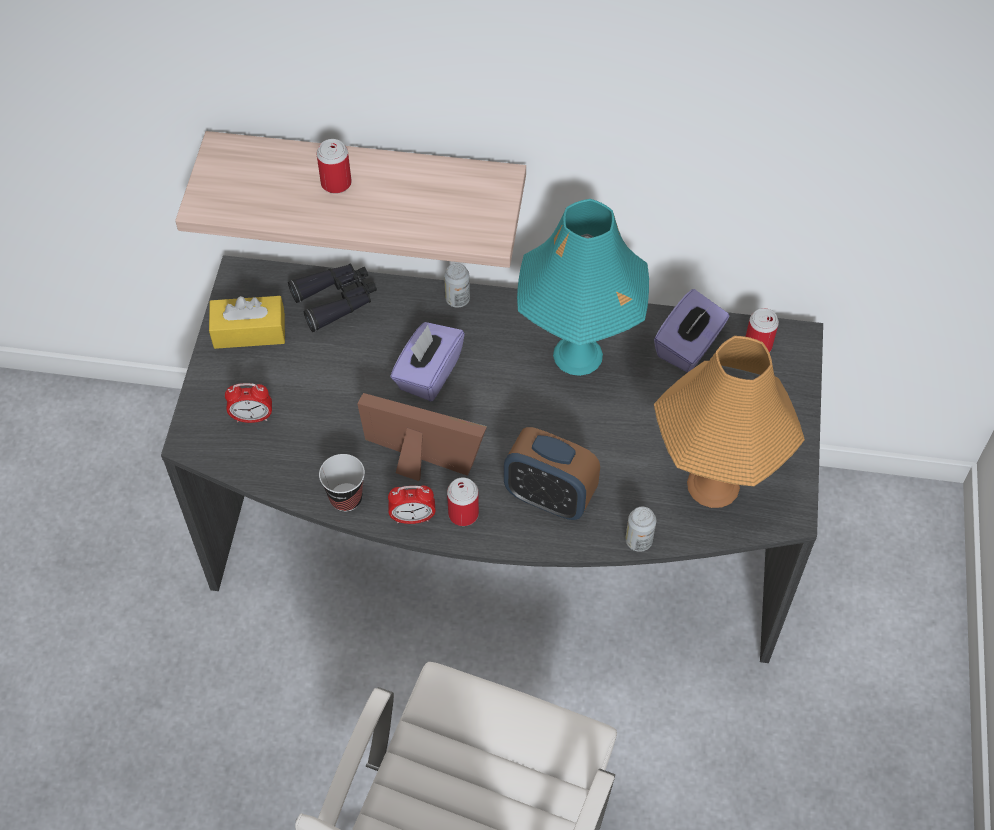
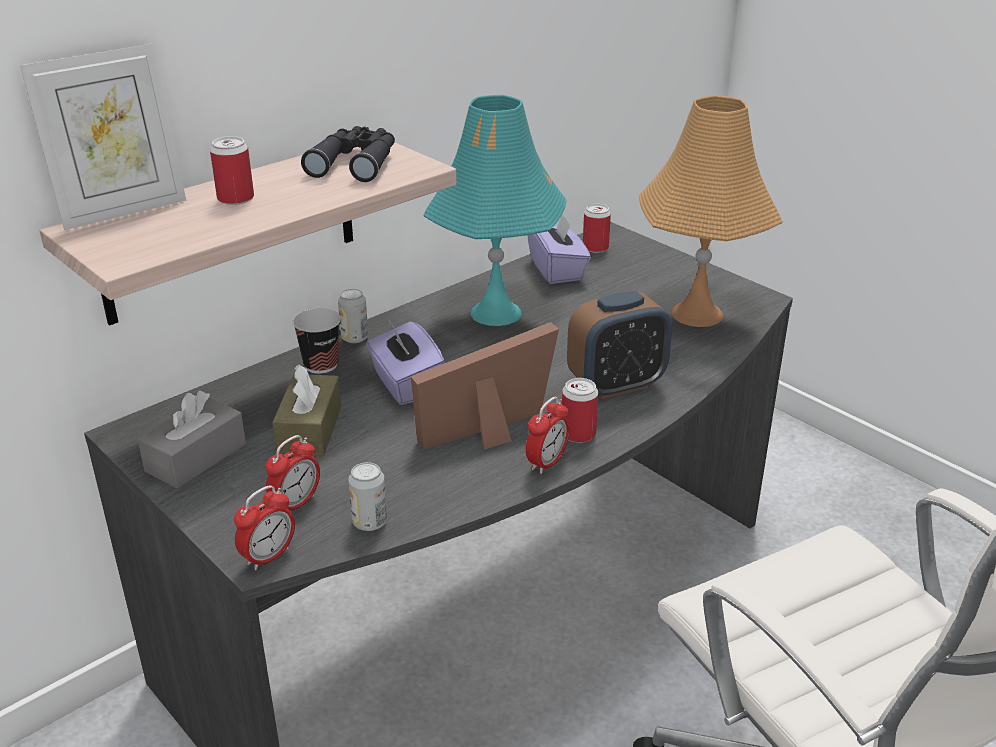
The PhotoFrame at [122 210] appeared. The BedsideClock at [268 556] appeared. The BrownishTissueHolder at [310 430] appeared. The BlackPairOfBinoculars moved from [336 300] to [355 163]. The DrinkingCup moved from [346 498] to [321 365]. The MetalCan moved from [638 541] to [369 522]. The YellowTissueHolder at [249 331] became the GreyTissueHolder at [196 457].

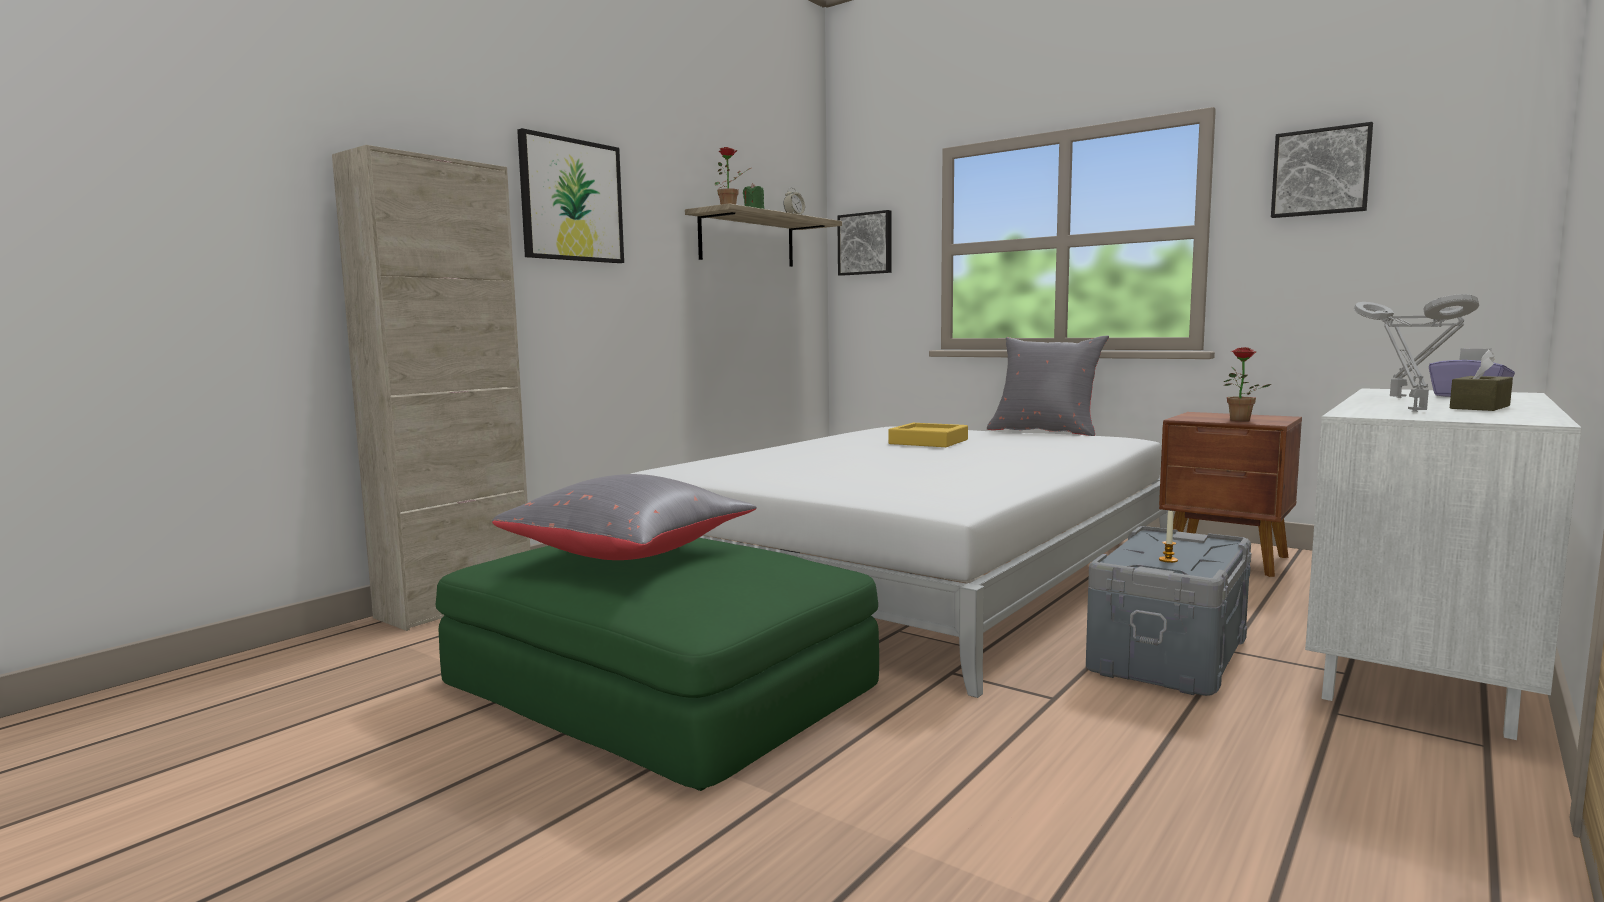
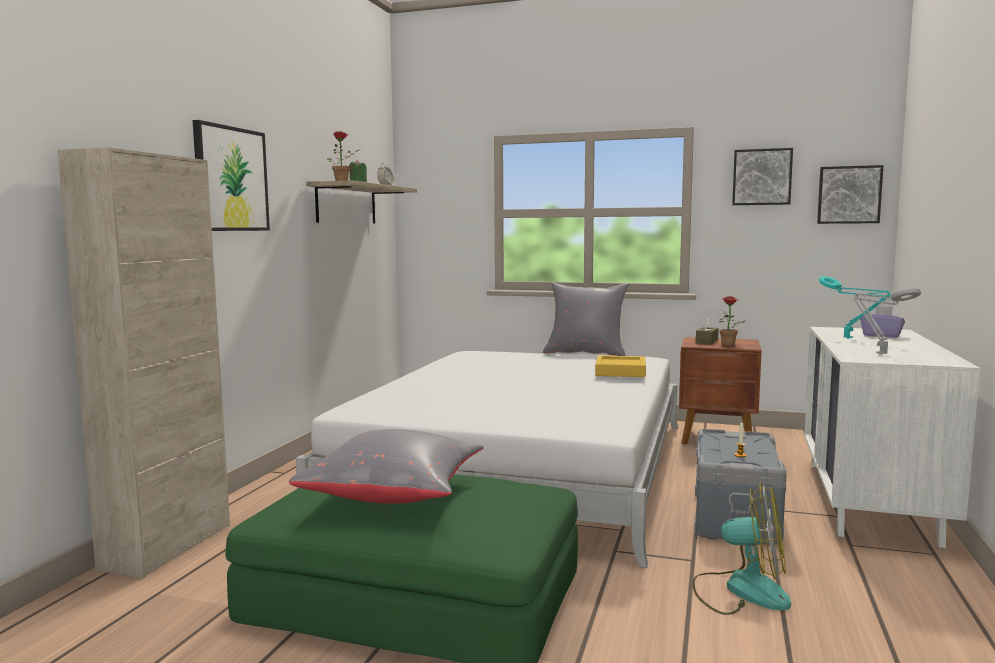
The ElectricFan at [741 590] appeared. The WallPicture moved from [866 243] to [849 195]. The YellowCarryingTray moved from [928 442] to [620 371]. The BrownishTissueHolder moved from [1480 407] to [707 341]. The GreyLampForATable at [1401 398] became the TurquoiseLampForATable at [850 338].

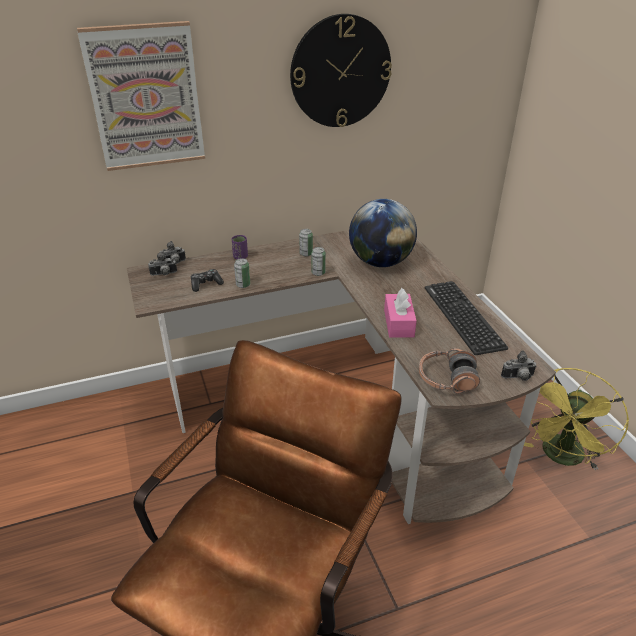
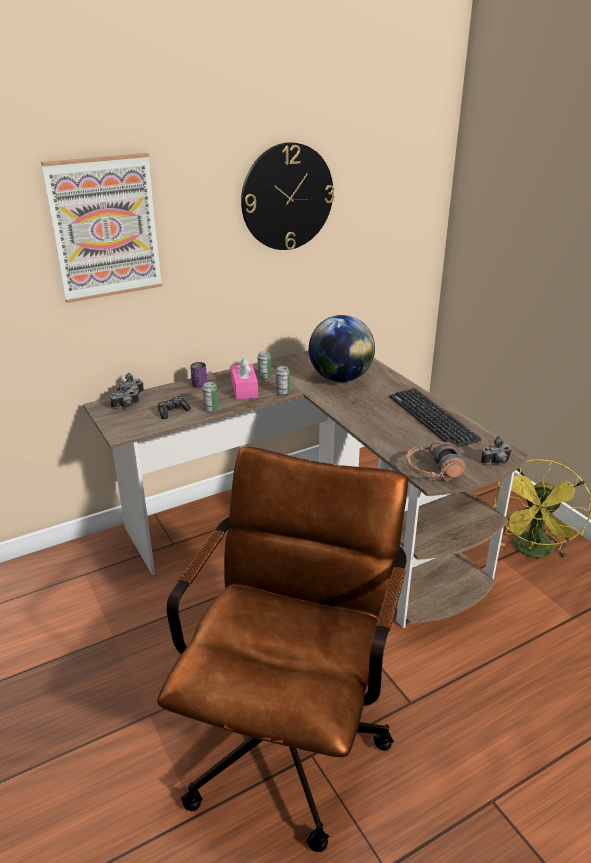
The PinkTissueHolder moved from [398 323] to [244 389].

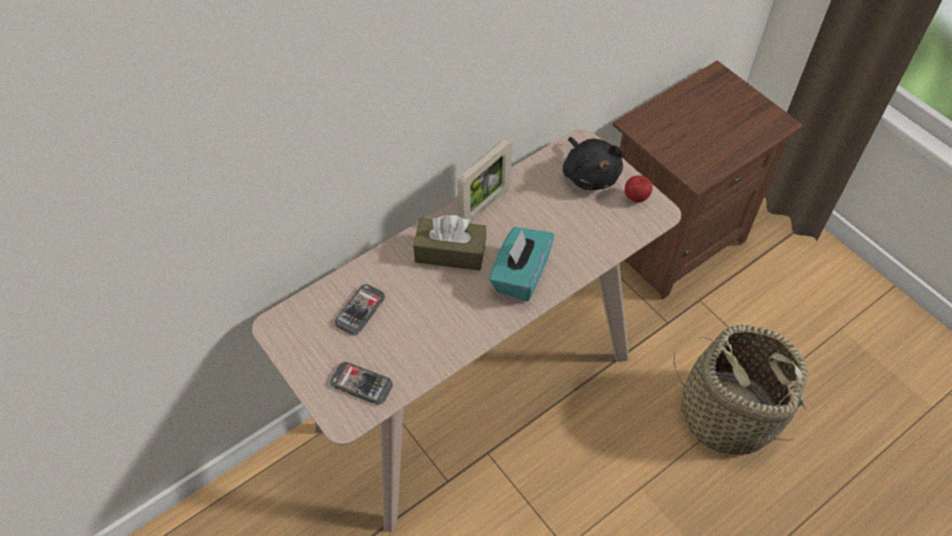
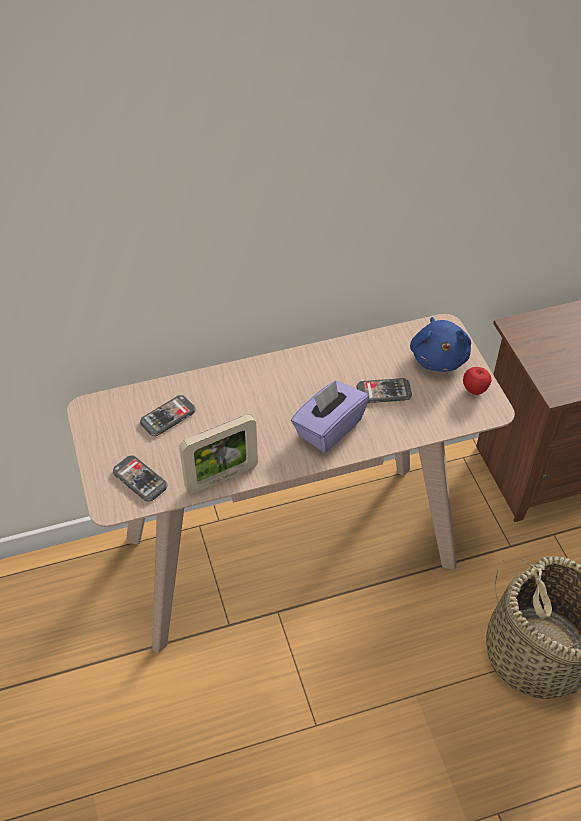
The BrownishTissueHolder at [450 252] disappeared. The Phone at [383 392] appeared. The PhotoFrame moved from [484 205] to [222 478]. The TurquoiseTissueHolder at [520 275] became the PurpleColouredTissueHolder at [328 428]. The BlackPlushToy at [590 174] became the BluePlushToy at [439 357].

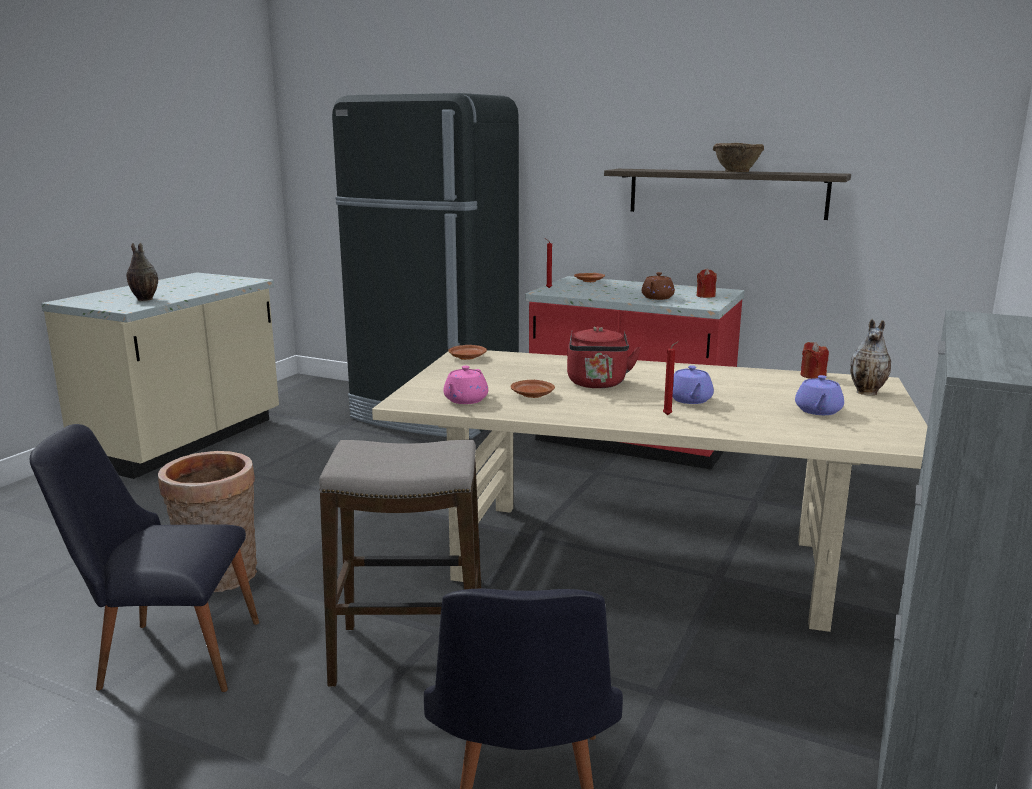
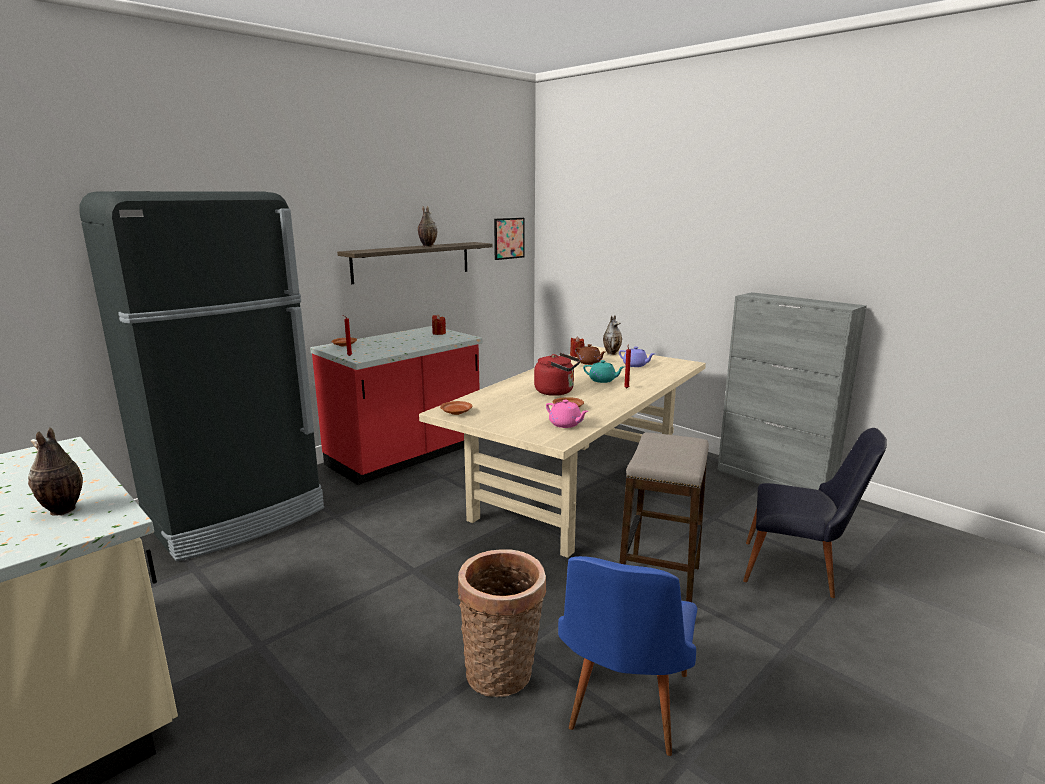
The WallPicture at [509 238] appeared. The BrownishTeapot moved from [657 298] to [589 363]. The BrownishBowl at [736 171] was replaced by the Vase at [427 246]. The BlackChair at [165 653] became the BlueChair at [623 710]. The PurpleColouredTeapot at [690 400] became the TurquoiseTeapot at [603 380].

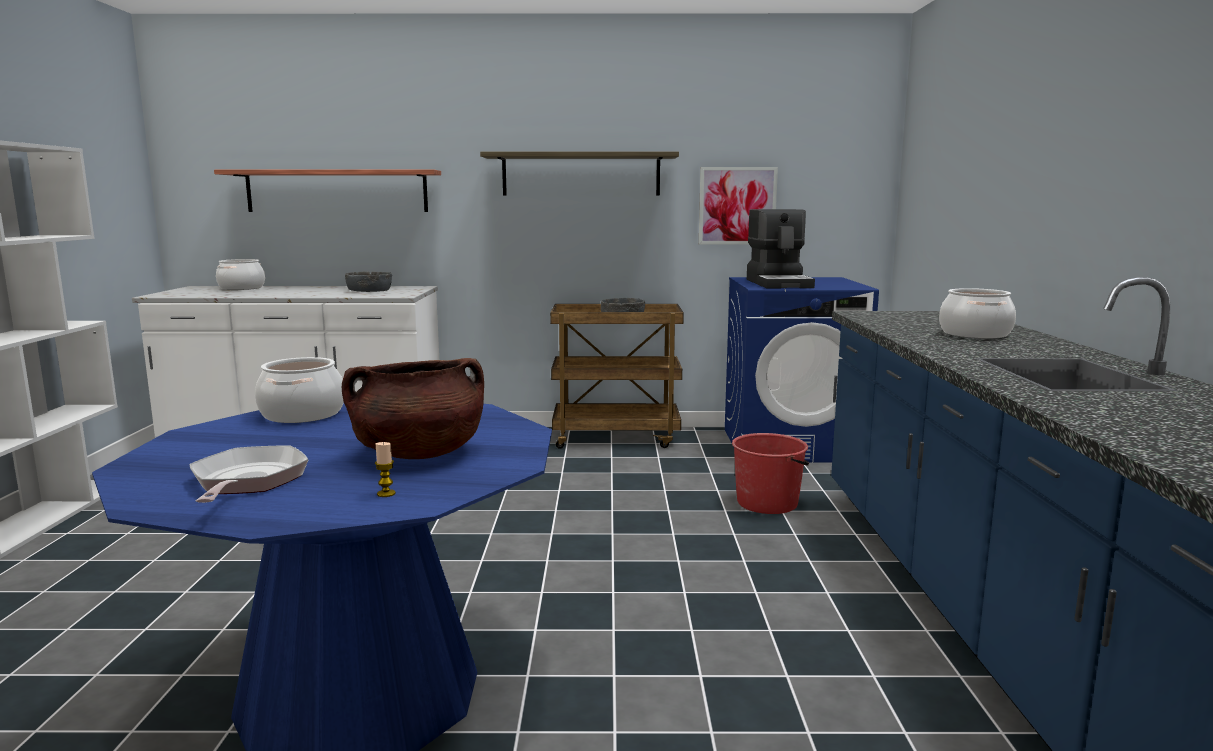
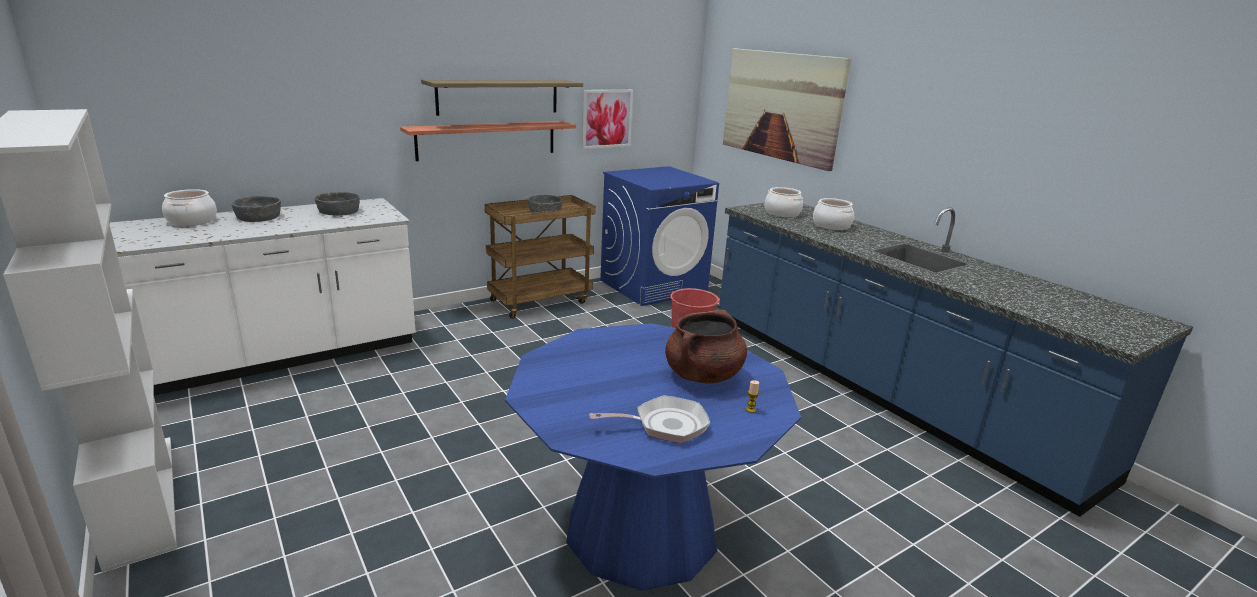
The CoffeeMachine at [779 283] disappeared. The GreyBowl at [258 216] appeared. The WallPicture at [781 106] appeared. The BracketShelf moved from [337 191] to [487 140]. The Saucepot moved from [302 414] to [782 213]. The Pan at [247 482] turned 120 degrees clockwise.

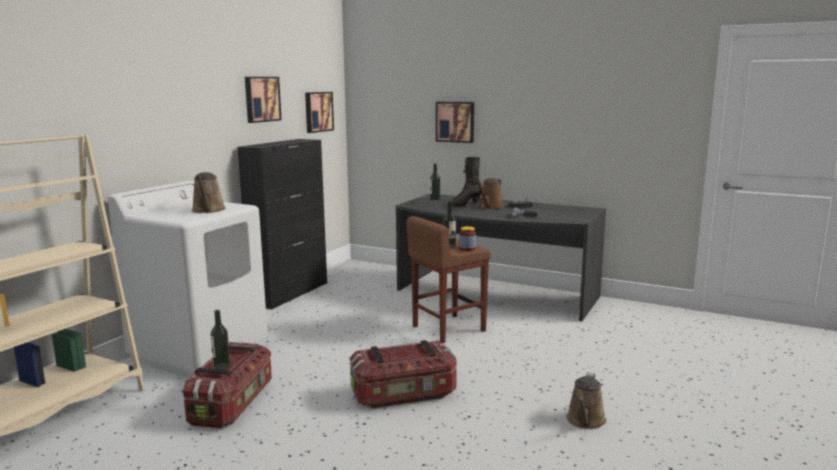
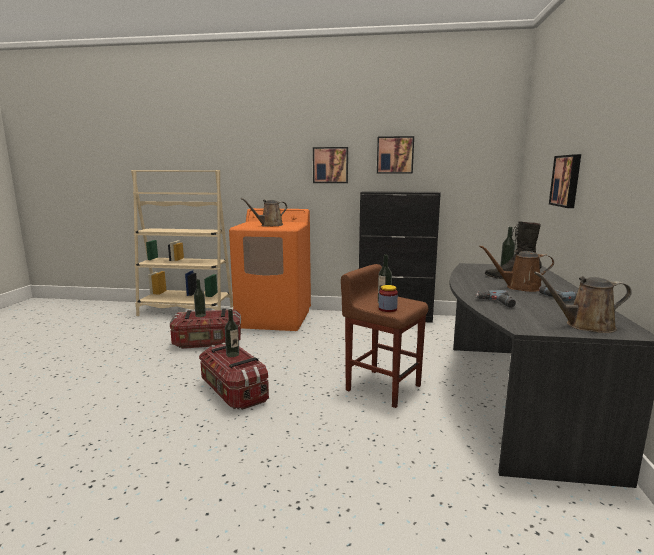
The DrinkBottle at [232 354] appeared. The WallPicture moved from [318 112] to [330 165]. The BrownishSprinklingCan moved from [585 421] to [585 326]. The WhiteWashingMachine at [200 351] became the OrangeyWashingMachine at [275 319].

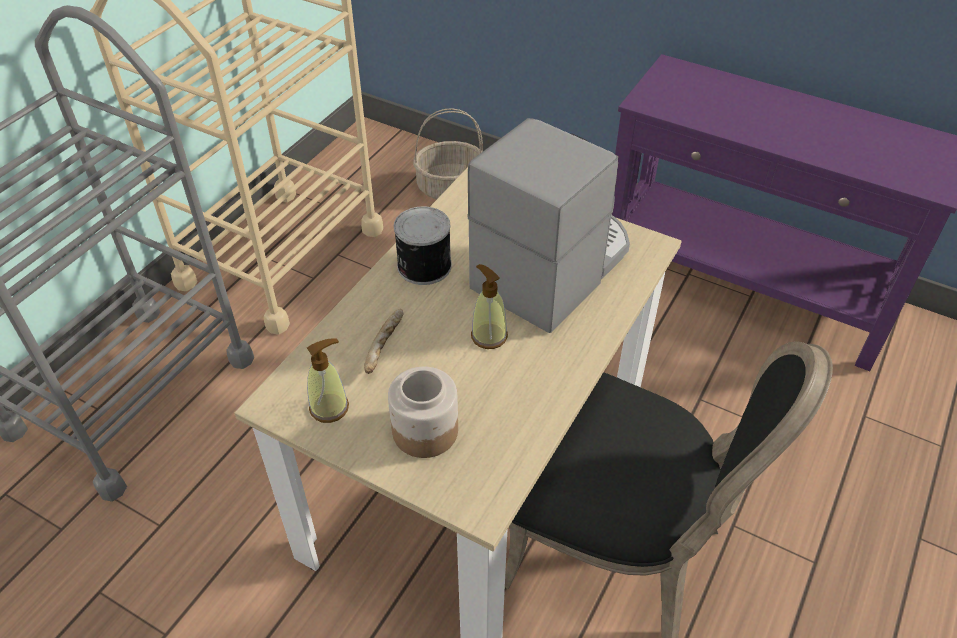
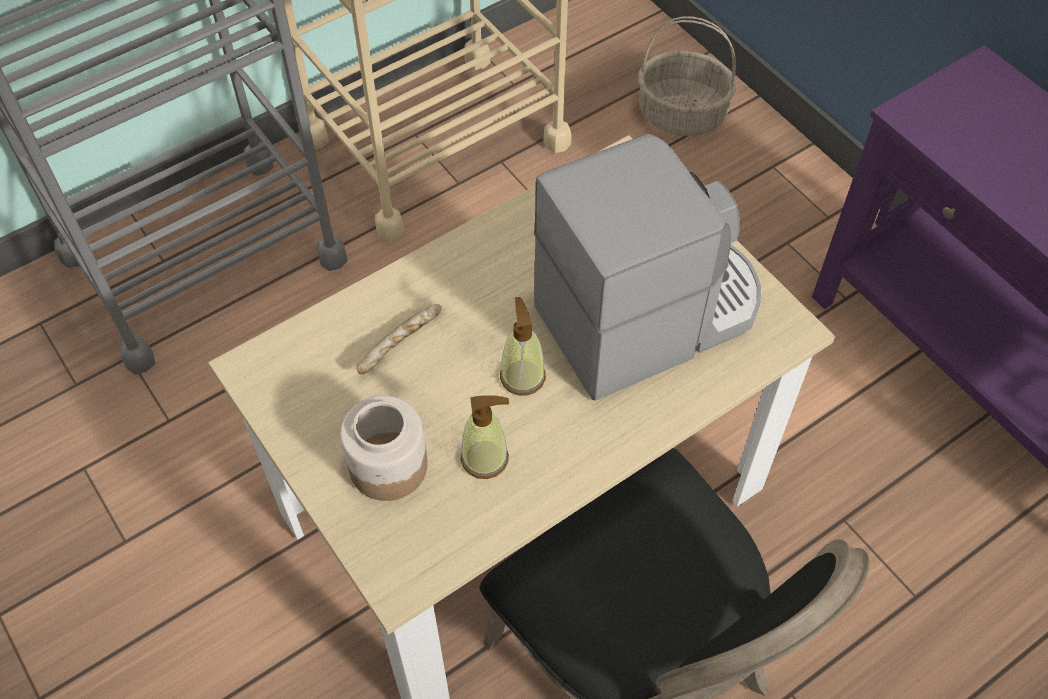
The MetalCan at [422 266] disappeared. The LiquidSoapBottle moved from [329 407] to [485 458].

